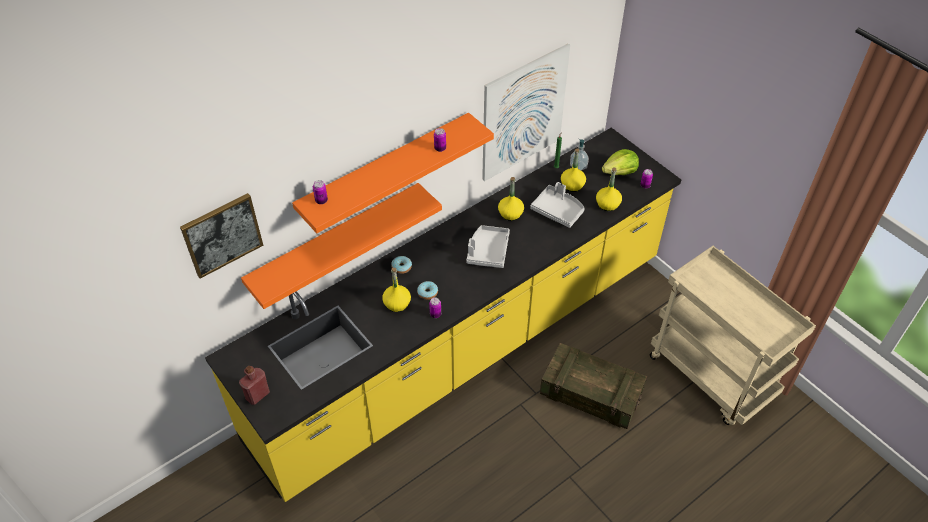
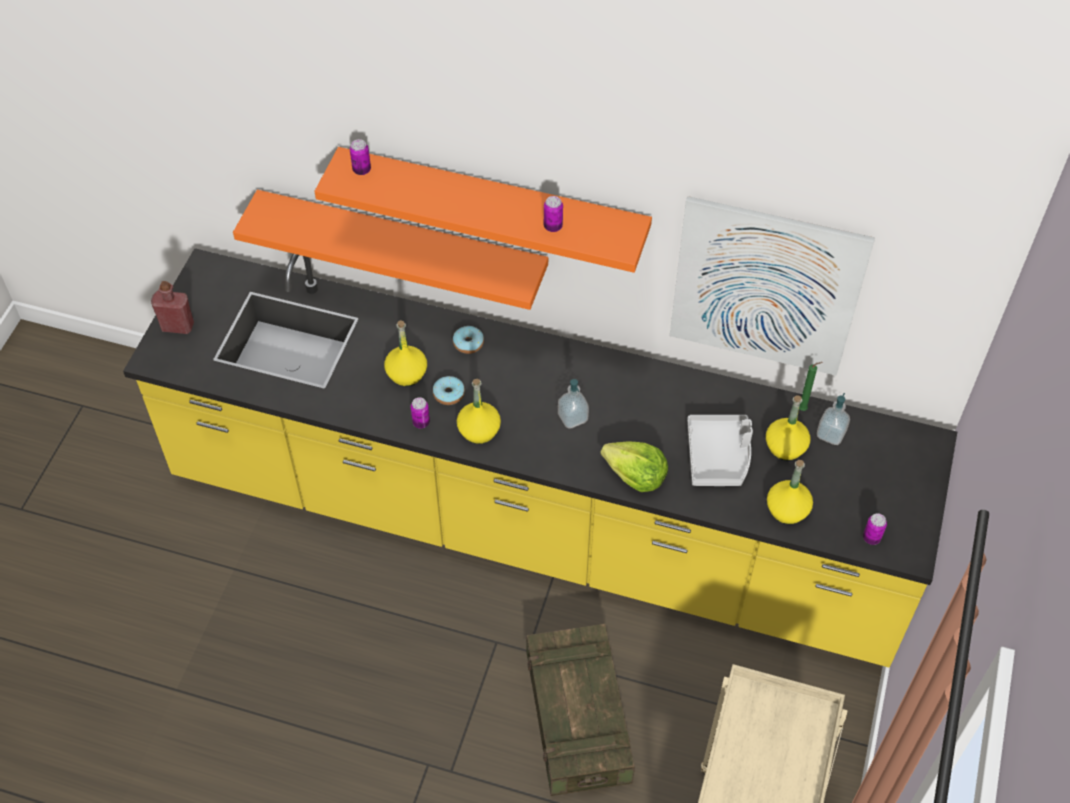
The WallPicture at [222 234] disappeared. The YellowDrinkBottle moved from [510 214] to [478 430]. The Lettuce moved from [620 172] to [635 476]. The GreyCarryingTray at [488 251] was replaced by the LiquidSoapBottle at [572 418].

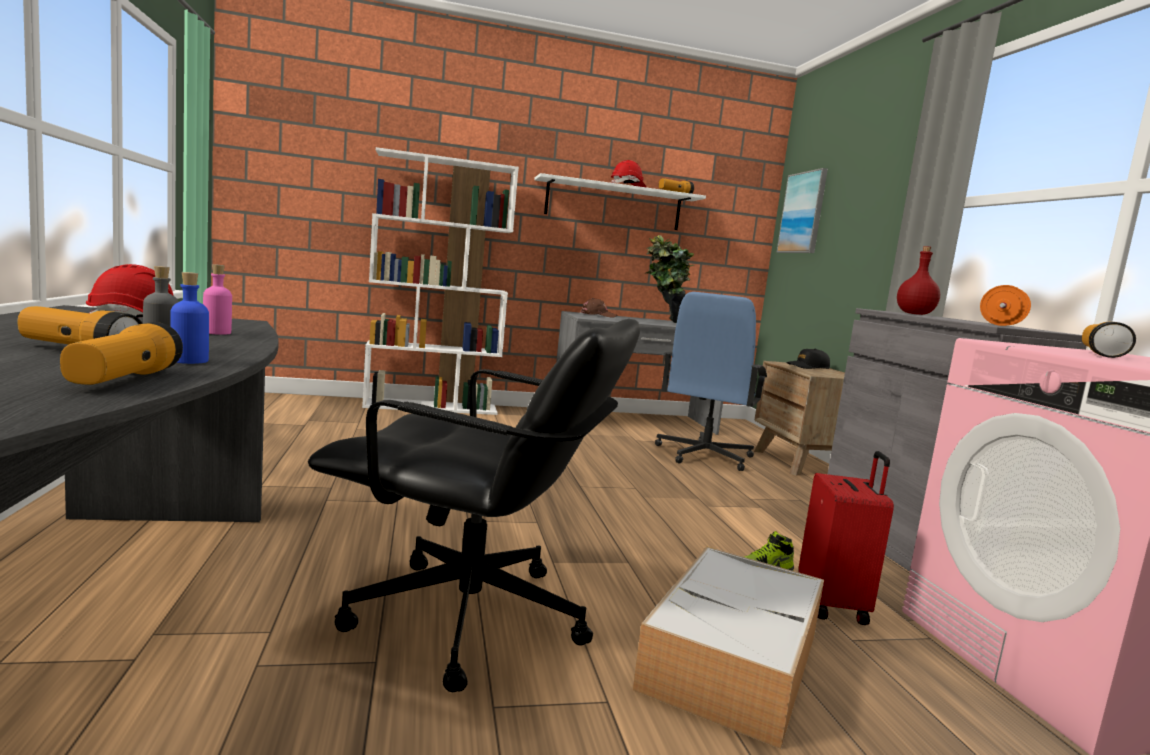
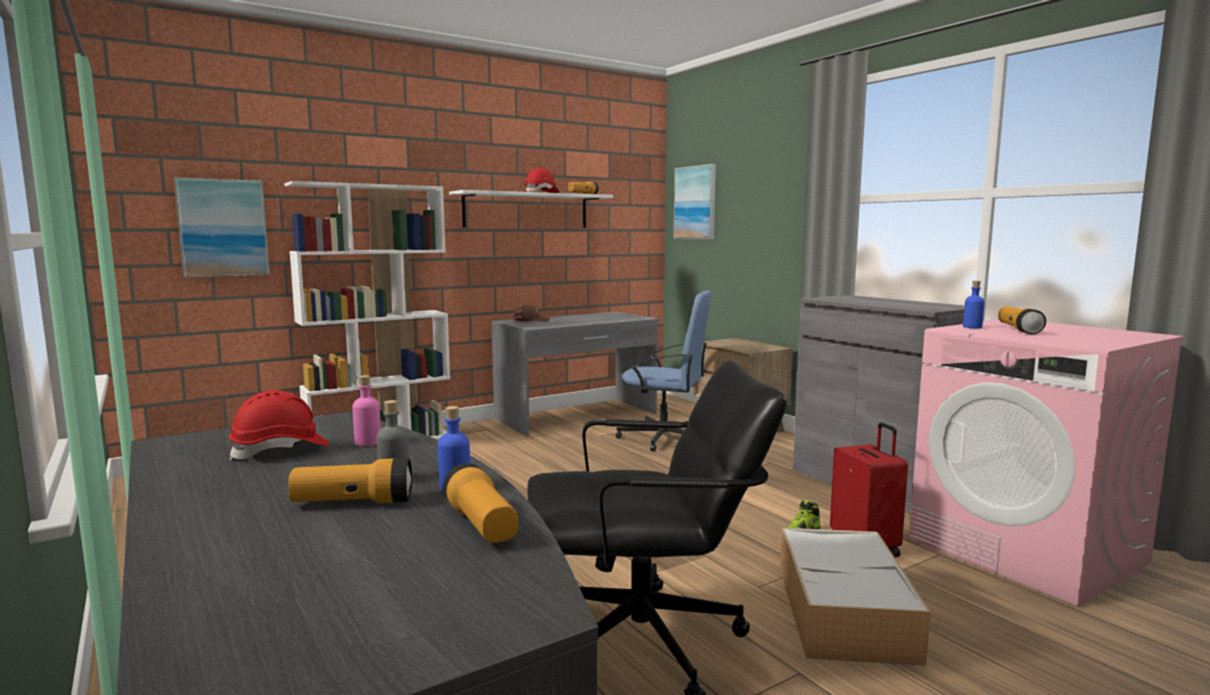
The Houseplant at [663 322] disappeared. The BlackBaseballCap at [808 367] disappeared. The RedColouredDrinkBottle at [914 314] disappeared. The OrangeyFreeWeight at [1001 325] disappeared. The WallPicture at [223 228] appeared. The BlueDrinkBottle at [972 327] appeared. The BlueOfficeChair at [703 455] turned 75 degrees counterclockwise.

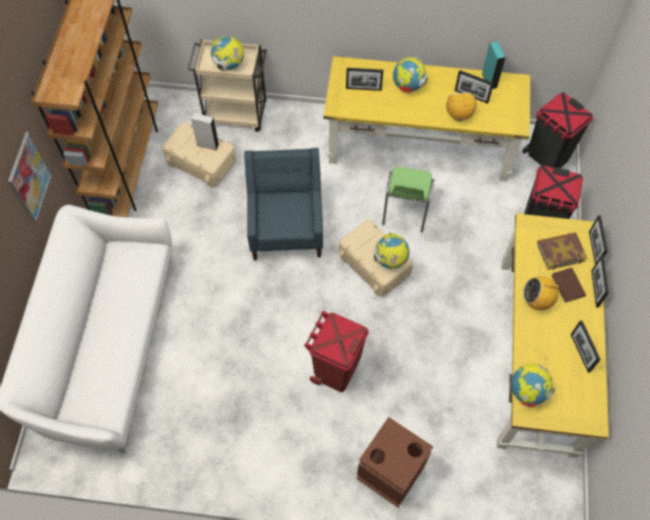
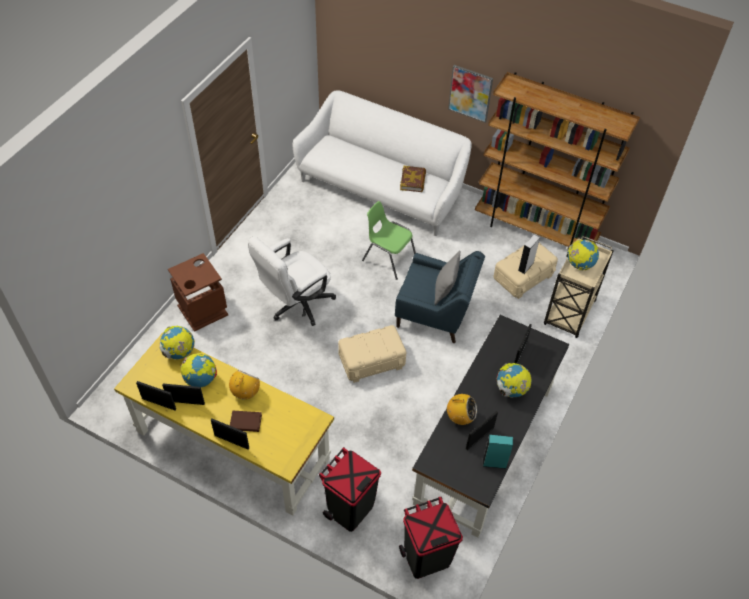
The GreyCushion at [445 290] appeared. The DeskGlobe moved from [390 260] to [201 380]. The GreenishChair moved from [405 208] to [388 258]. The BoundBook moved from [560 252] to [413 181]. The PhotoFrame moved from [593 249] to [159 403]. The RedColouredWasteBin at [336 369] was replaced by the WhiteOfficeChair at [296 305]. The YellowDeskUnit at [420 145] became the BlackDeskUnit at [484 446].

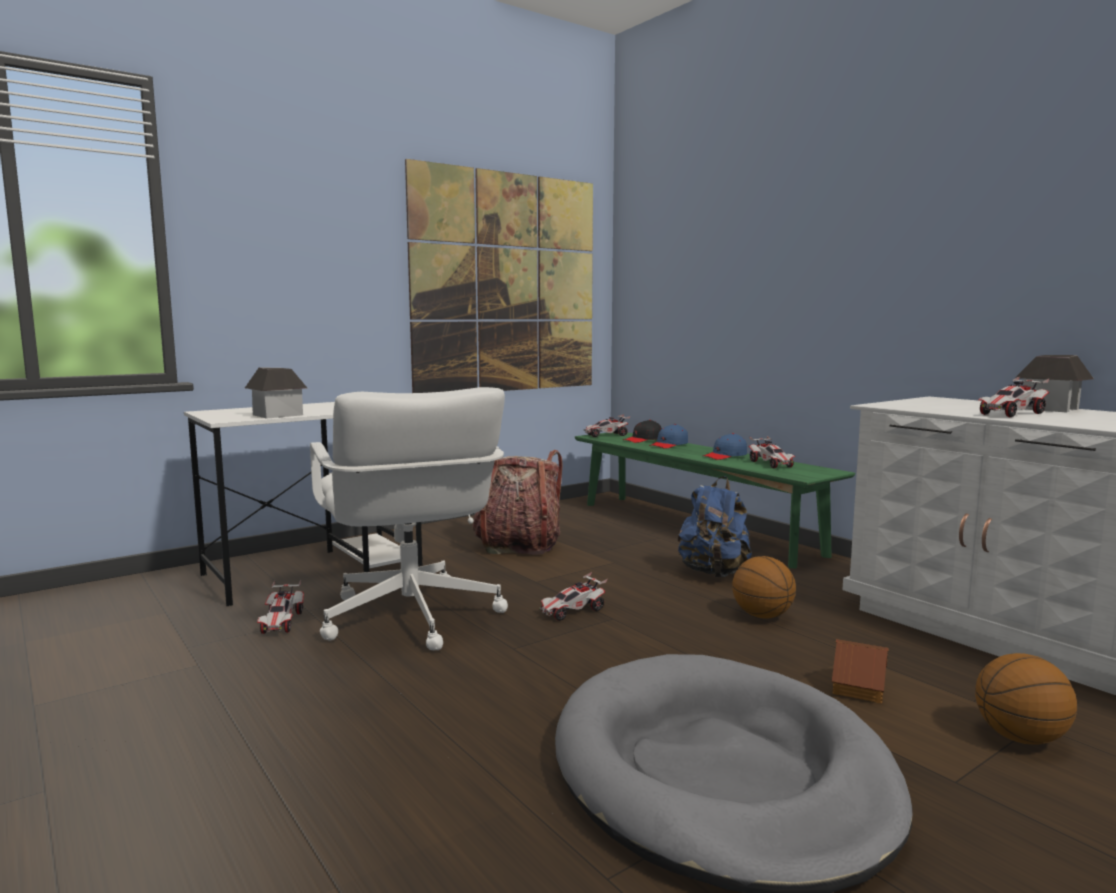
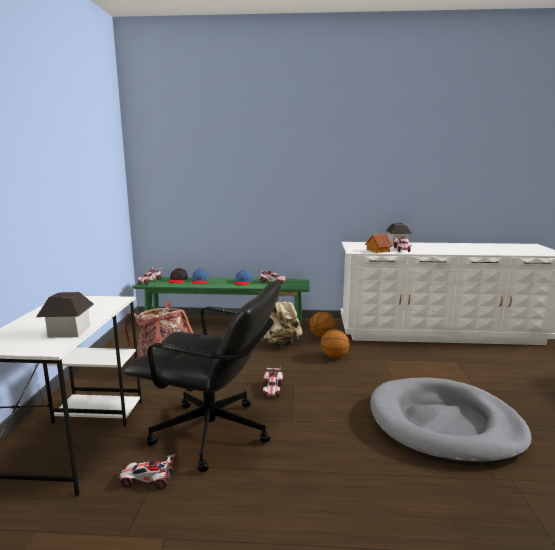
The WallPicture at [507 283] disappeared. The ToyHouse moved from [857 687] to [377 250]. The Basketball moved from [1020 738] to [322 336]. The WhiteOfficeChair at [410 618] became the BlackOfficeChair at [212 433]. The BlueBackpack at [714 574] became the BeigeBackpack at [281 344]. The ModelCar at [282 622] turned 150 degrees clockwise.

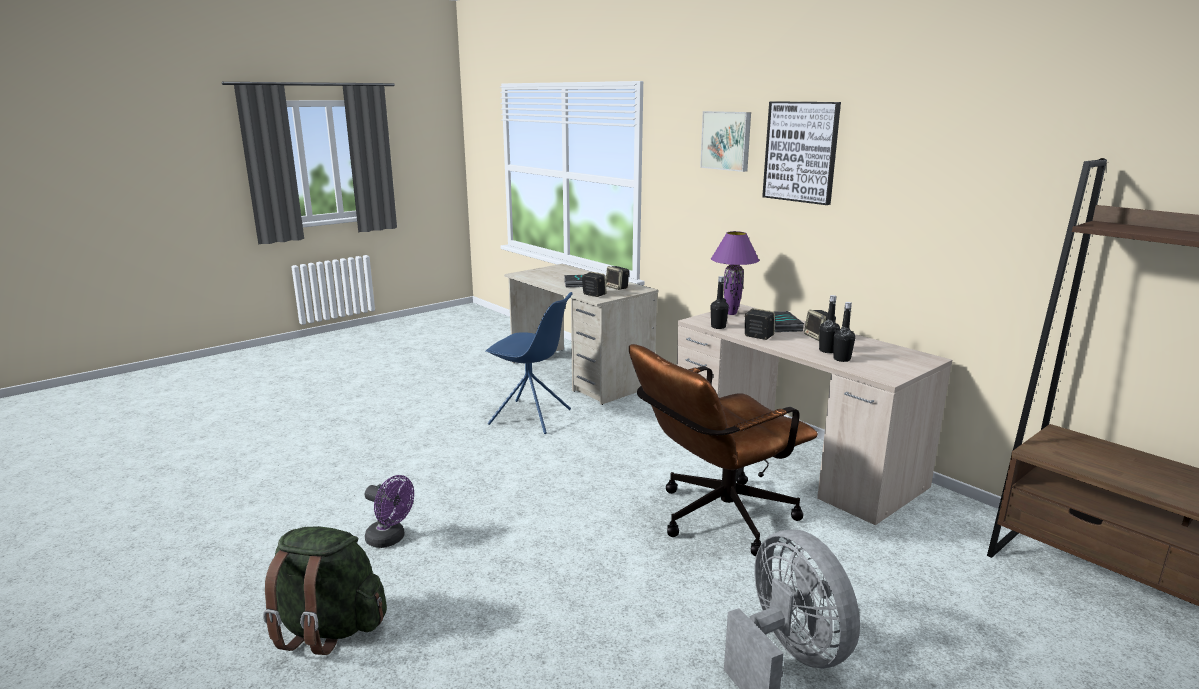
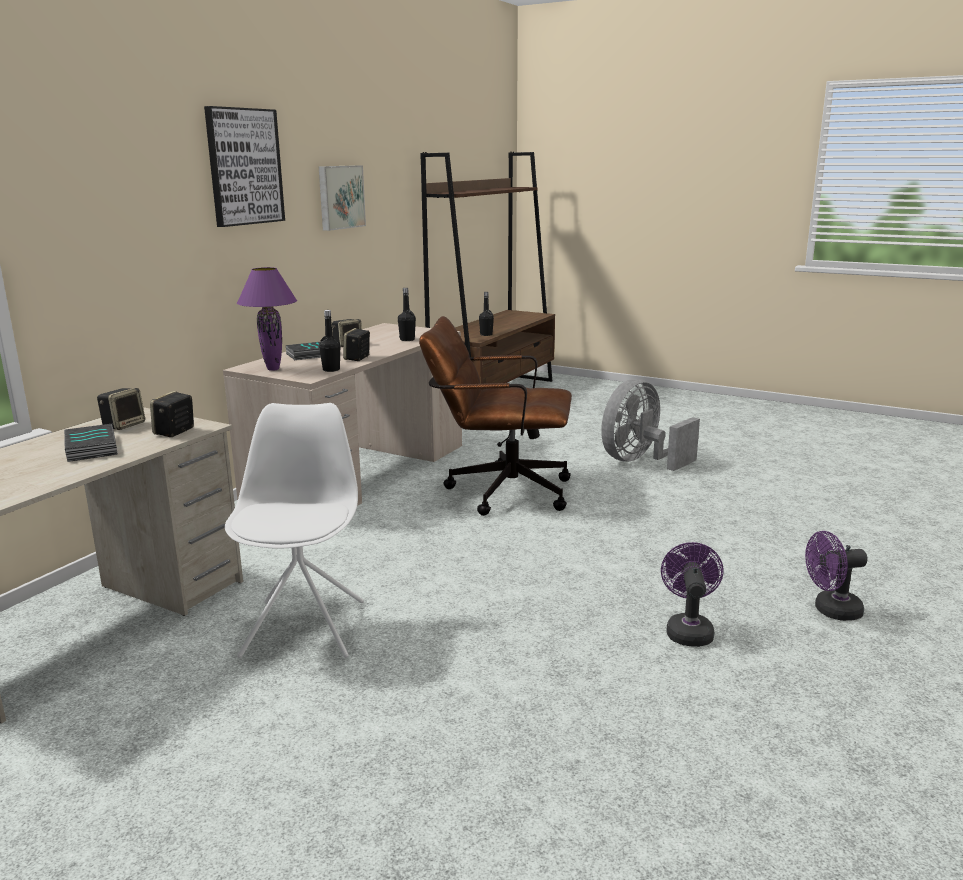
The WallPicture moved from [727 140] to [340 197]. The BlackDrinkBottle moved from [827 350] to [486 334]. The GreenishBackpack at [328 629] was replaced by the PurpleColouredElectricFan at [831 611]. The BlueChair at [531 417] became the WhiteChair at [305 627]. The BrownishOfficeChair at [715 519] turned 150 degrees clockwise.

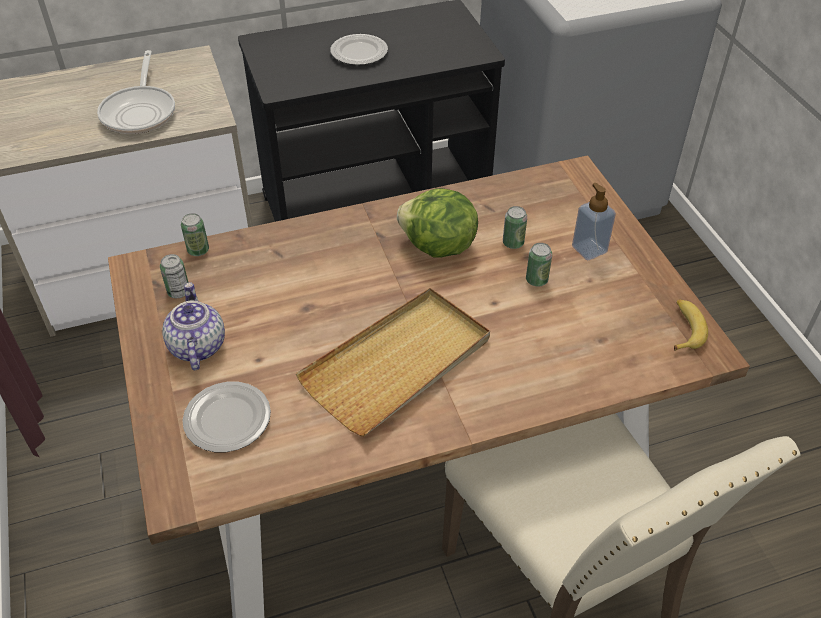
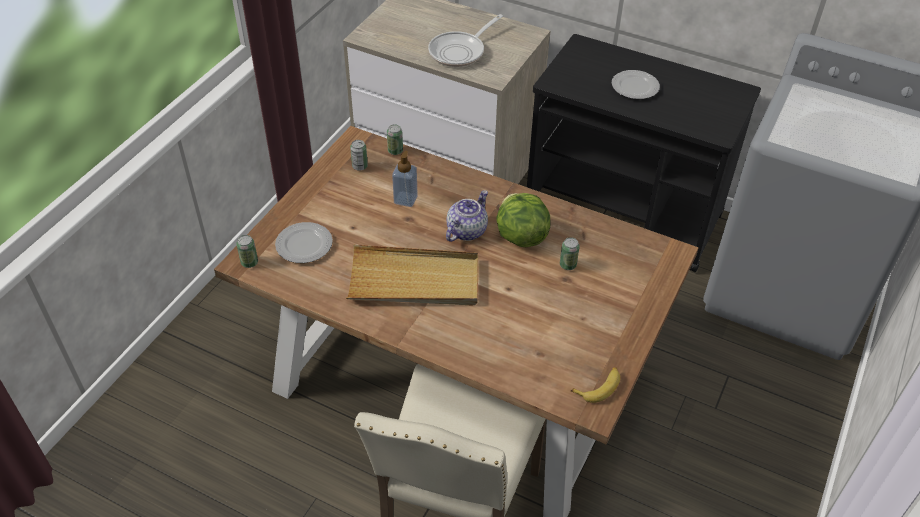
The Teapot moved from [196 346] to [466 230]. The MetalCan moved from [536 280] to [249 262]. The LiquidSoapBottle moved from [589 249] to [405 199].

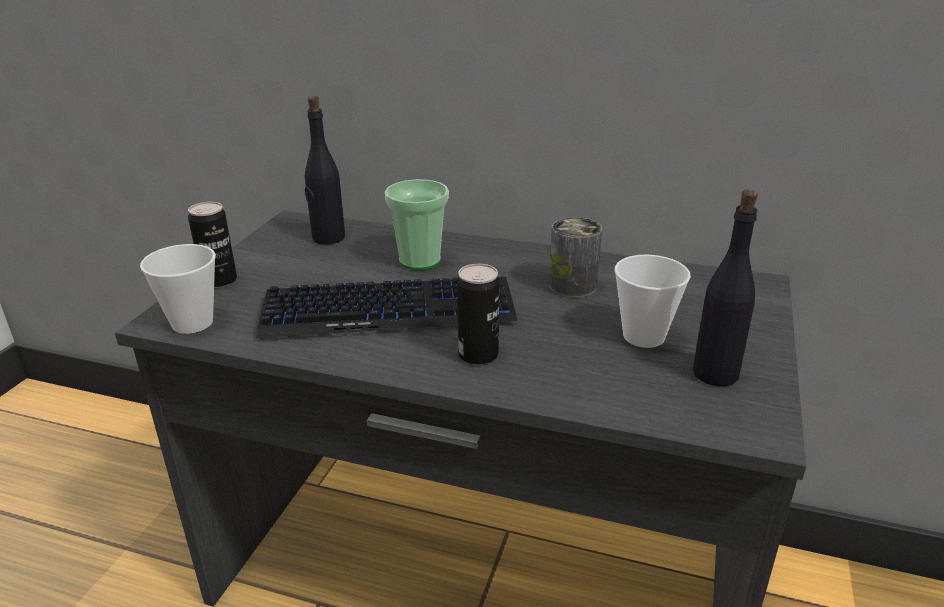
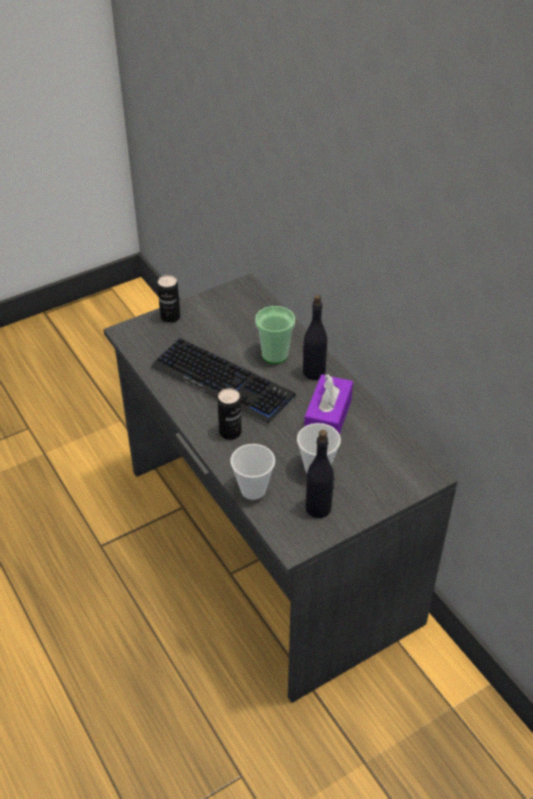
The DrinkingCup moved from [192 323] to [253 490]. The BlackDrinkBottle moved from [328 238] to [313 372]. The MetalCan at [572 286] was replaced by the PurpleColouredTissueHolder at [328 417].

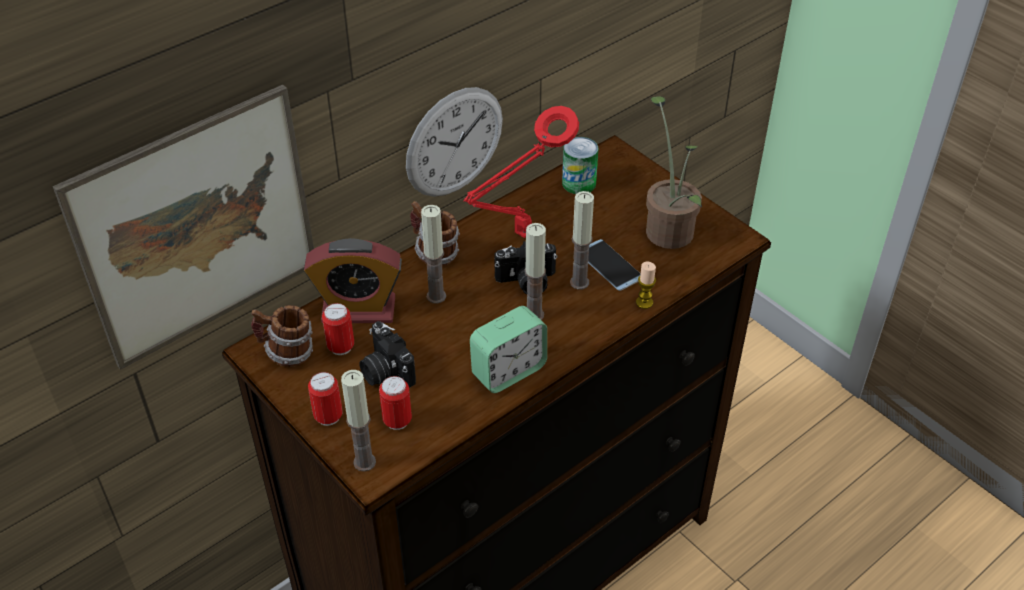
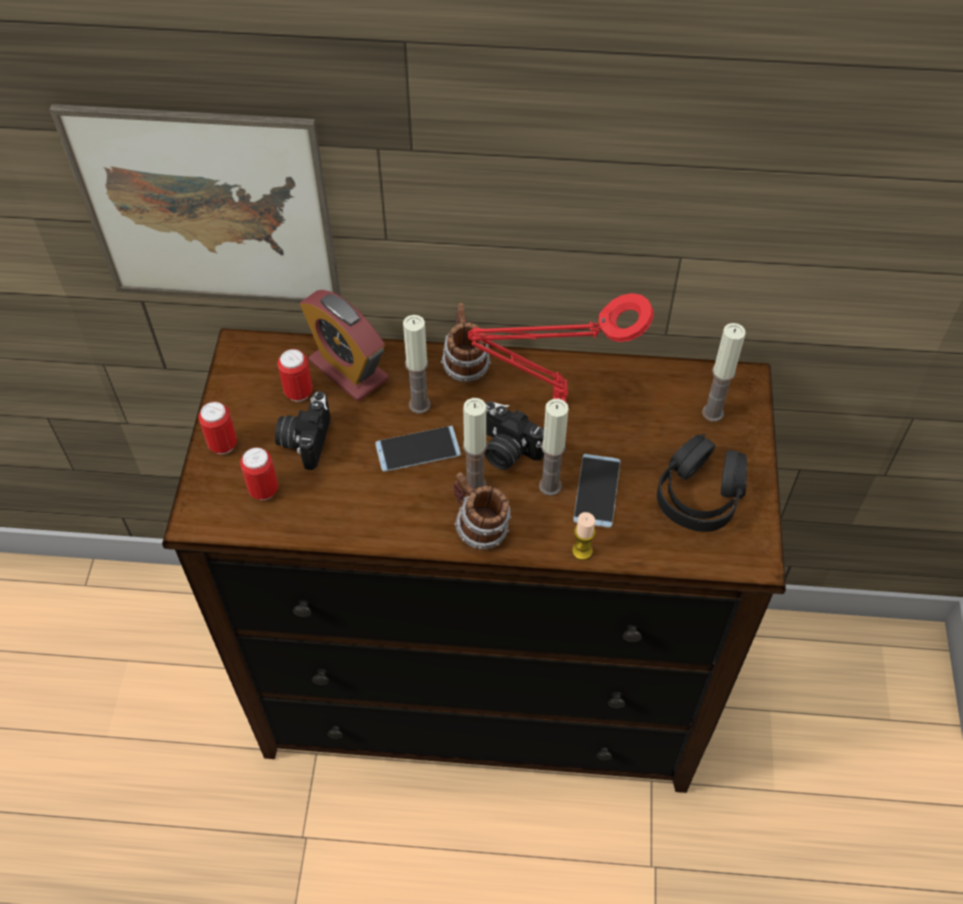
The WallClock at [454 142] disappeared. The BedsideClock at [508 371] disappeared. The MetalCan at [579 183] disappeared. The Phone at [417 449] appeared. The CoffeeMug moved from [287 353] to [479 528]. The WaxCandle moved from [364 462] to [712 413]. The Houseplant at [668 227] was replaced by the BlackHeadphones at [700 495].

